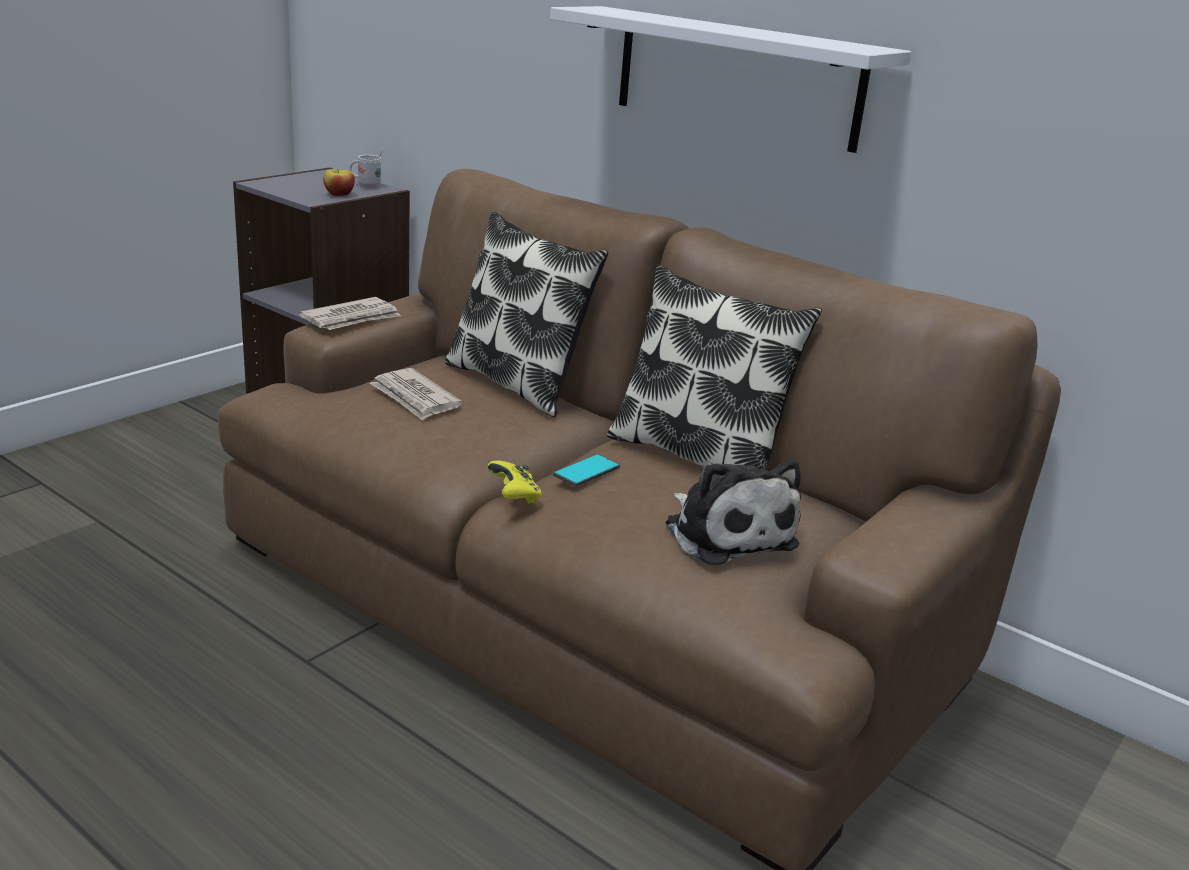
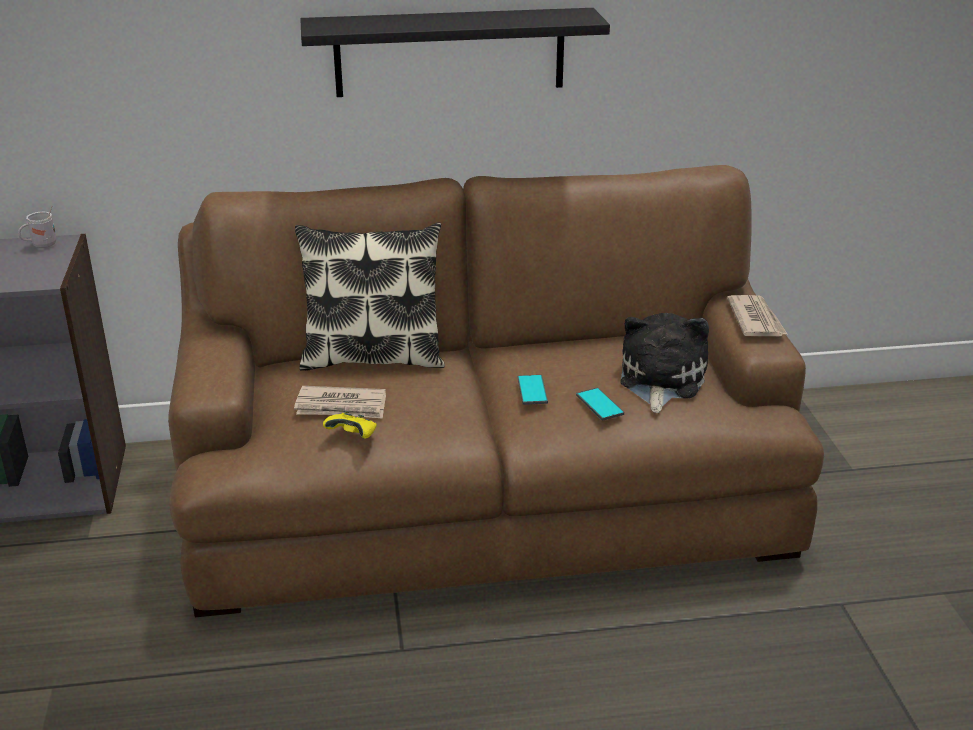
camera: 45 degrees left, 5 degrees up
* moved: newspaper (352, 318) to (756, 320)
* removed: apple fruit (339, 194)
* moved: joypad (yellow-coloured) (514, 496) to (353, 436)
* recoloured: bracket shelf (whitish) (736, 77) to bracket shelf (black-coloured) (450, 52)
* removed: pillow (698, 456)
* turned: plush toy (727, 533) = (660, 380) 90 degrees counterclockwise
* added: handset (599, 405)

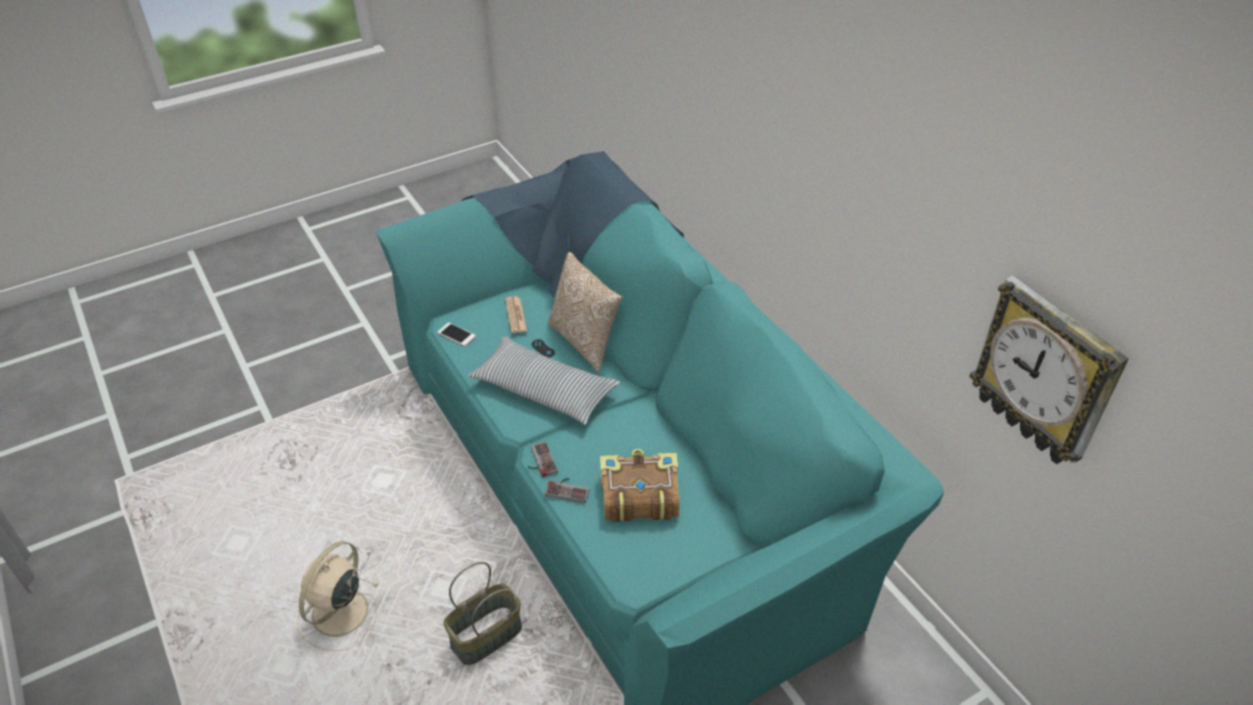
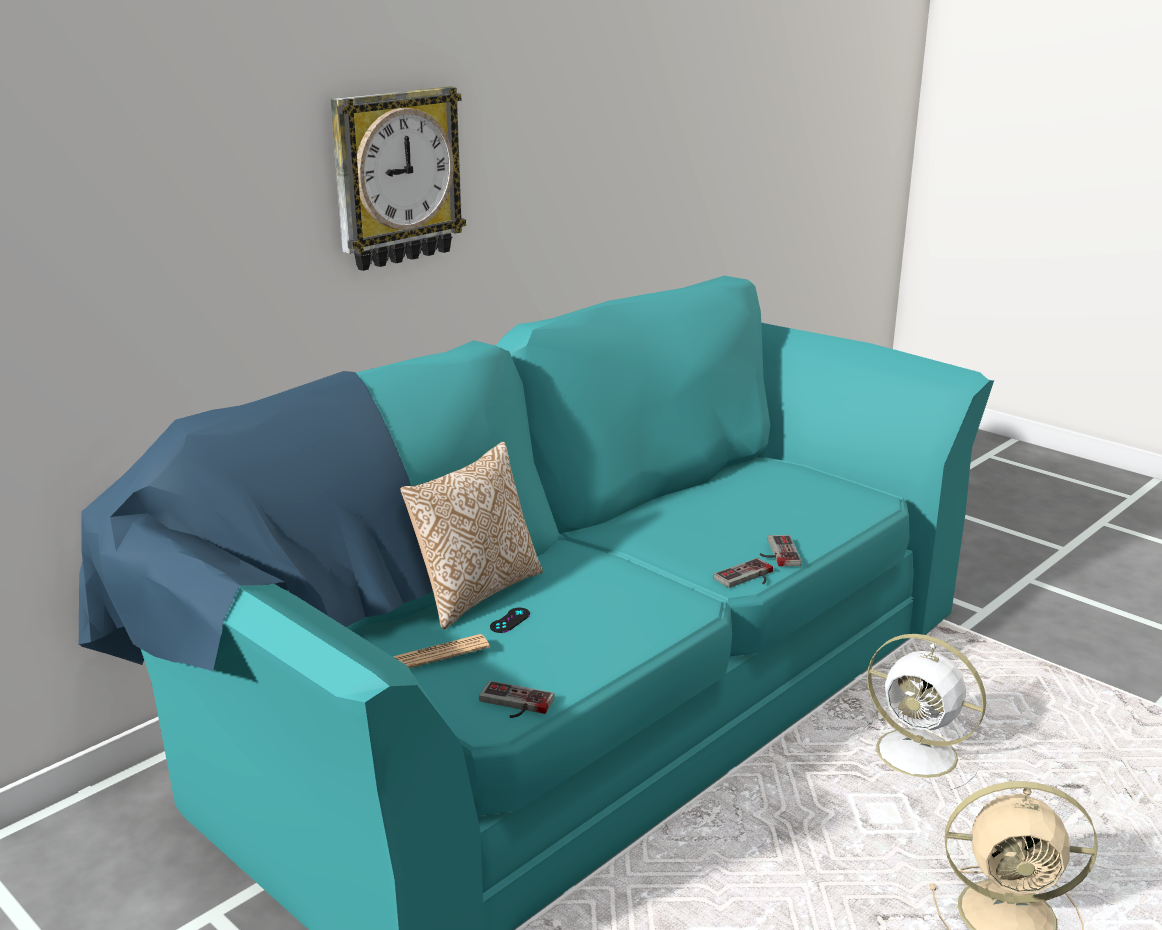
camera: 105 degrees left, 20 degrees down
* replaced: handset (456, 334) to joypad (513, 704)
* replaced: household basket (486, 637) to cooling fan (whitish) (920, 755)
* removed: pillow (544, 390)
* removed: book (638, 495)
* moved: clock on the wall (1045, 373) to (396, 177)

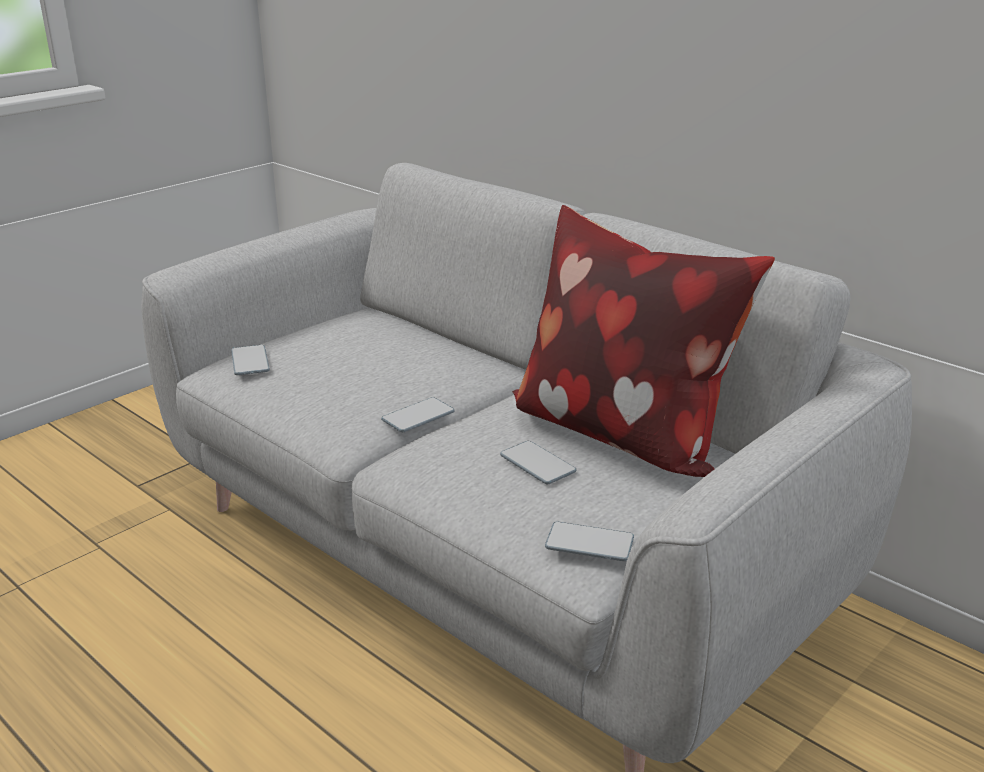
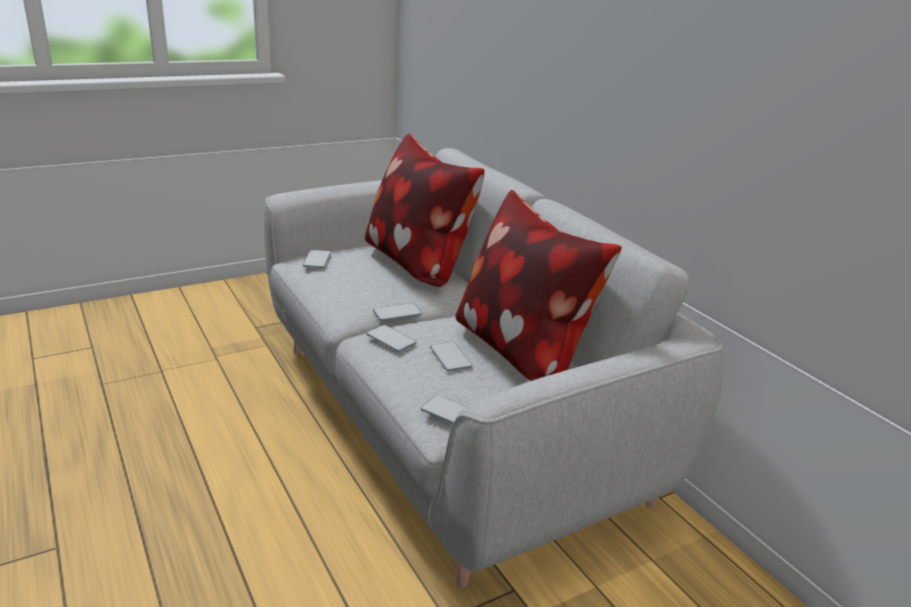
camera: 15 degrees right, 0 degrees up
* added: pillow (418, 263)
* added: handset (391, 339)

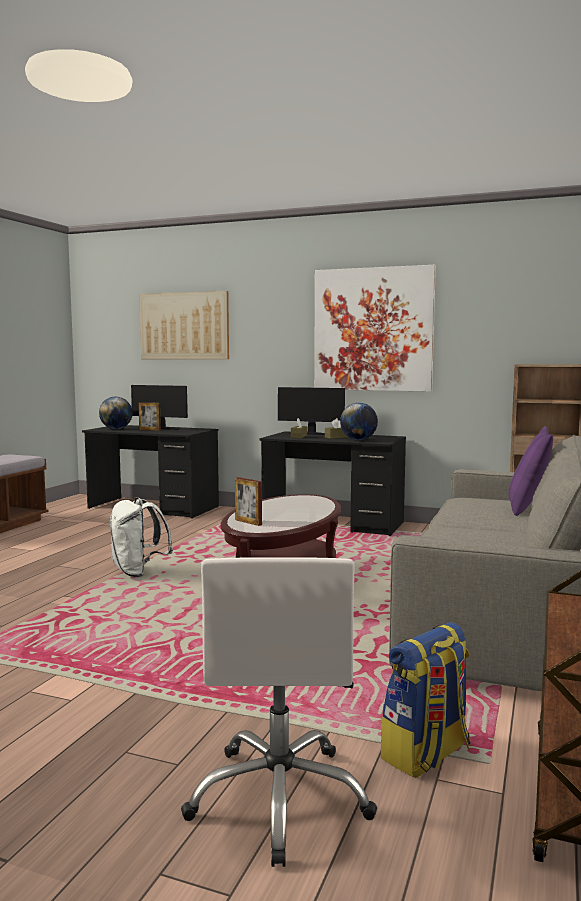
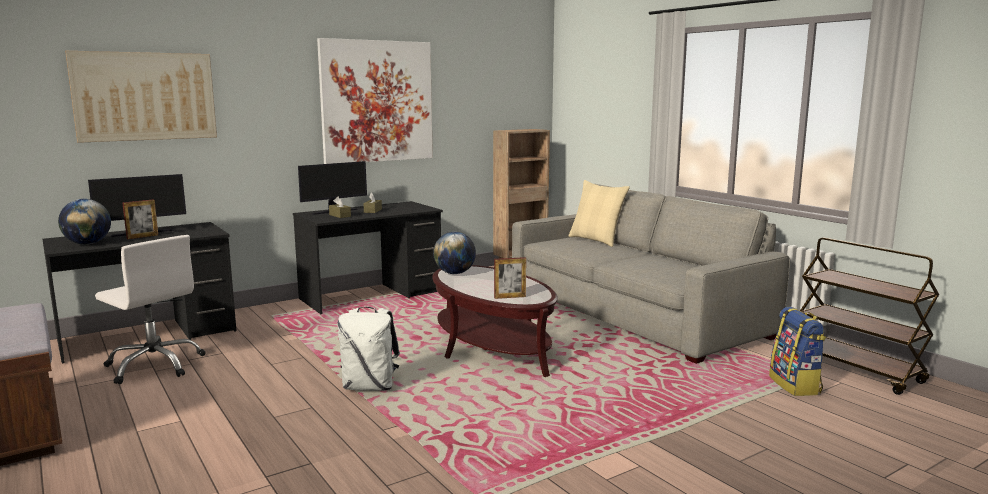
camera: 55 degrees left, 5 degrees up
* moved: desk chair (whitish) (280, 798) to (155, 365)
* moved: desk globe (358, 440) to (454, 273)
* recoloured: pillow (purple) (527, 507) to pillow (sand-coloured) (596, 240)

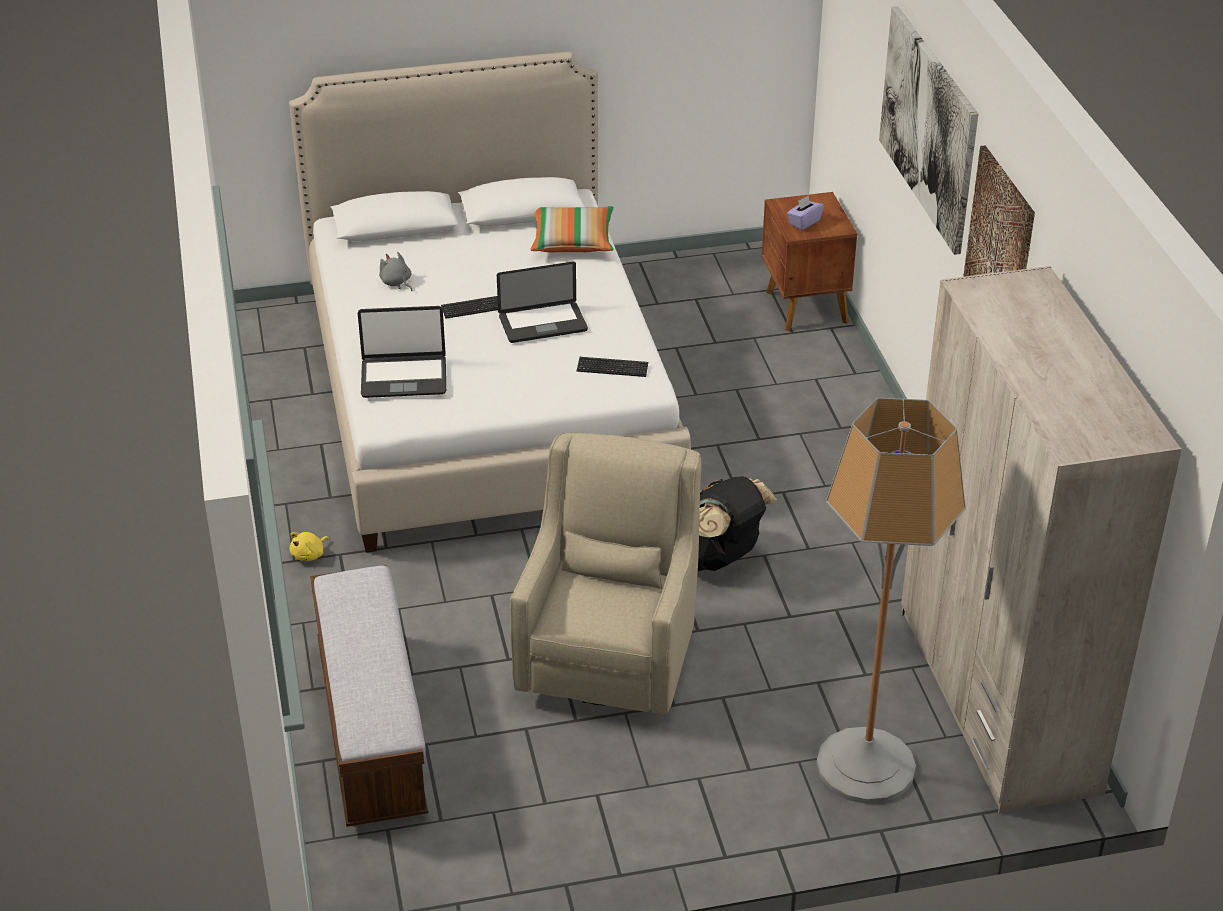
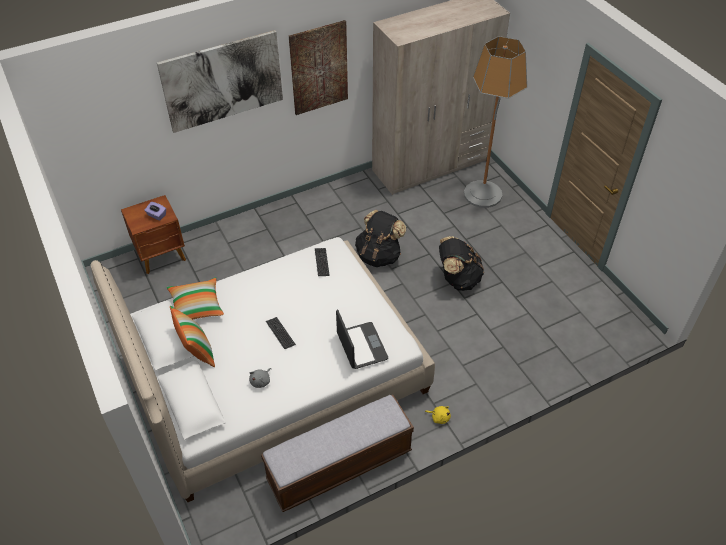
camera: 105 degrees left, 10 degrees up
* moved: bench (371, 728) to (339, 466)
* removed: notebook computer (543, 324)
* replaced: easy chair (sand-coloured) (610, 655) to backpack (black-coloured) (458, 279)
* added: pillow (196, 351)

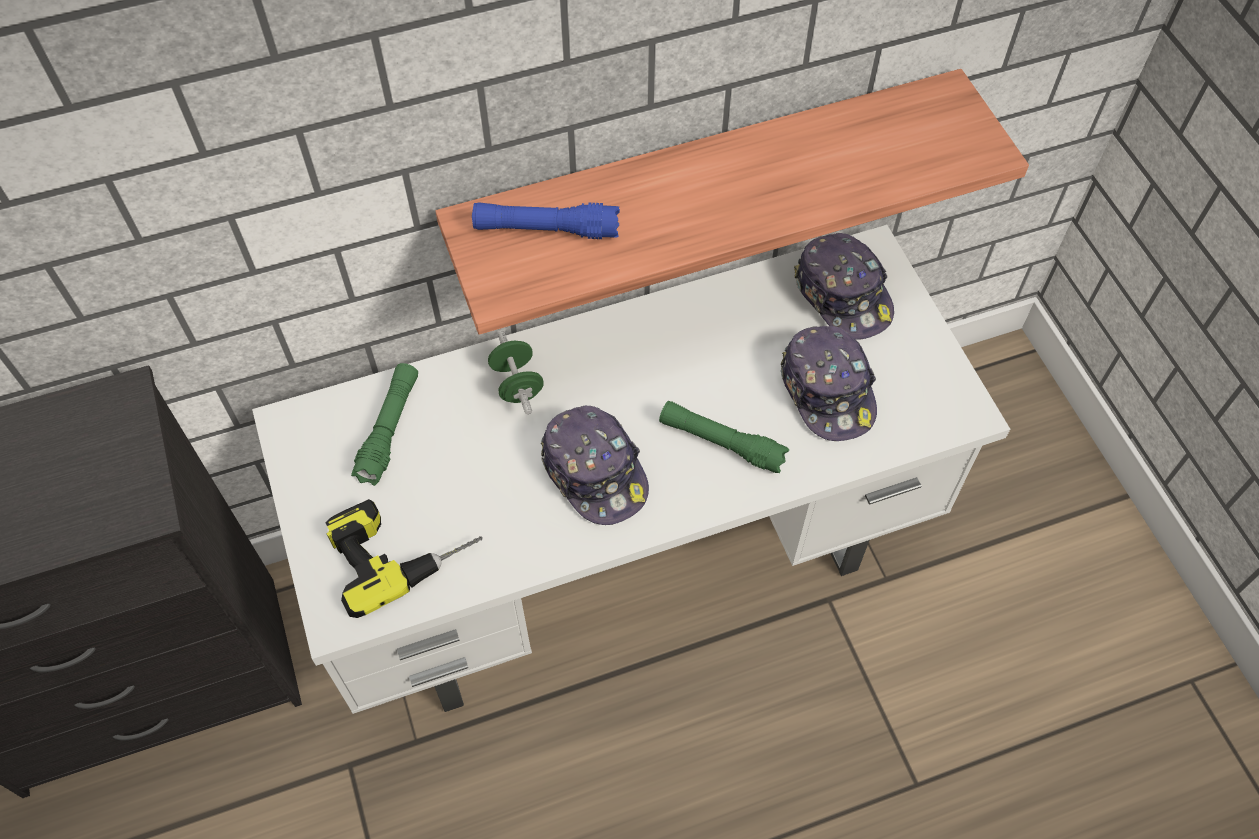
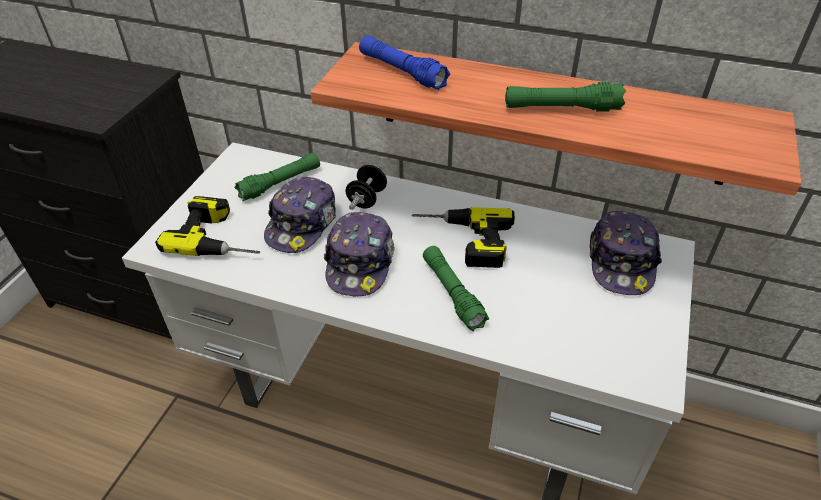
camera: 40 degrees right, 15 degrees down
* recoloured: dumbbell (green) (517, 384) to dumbbell (black-coloured) (367, 199)
* moved: peaked cap (828, 391) to (302, 224)
* added: electric drill (462, 241)
* added: flashlight (green) (561, 108)

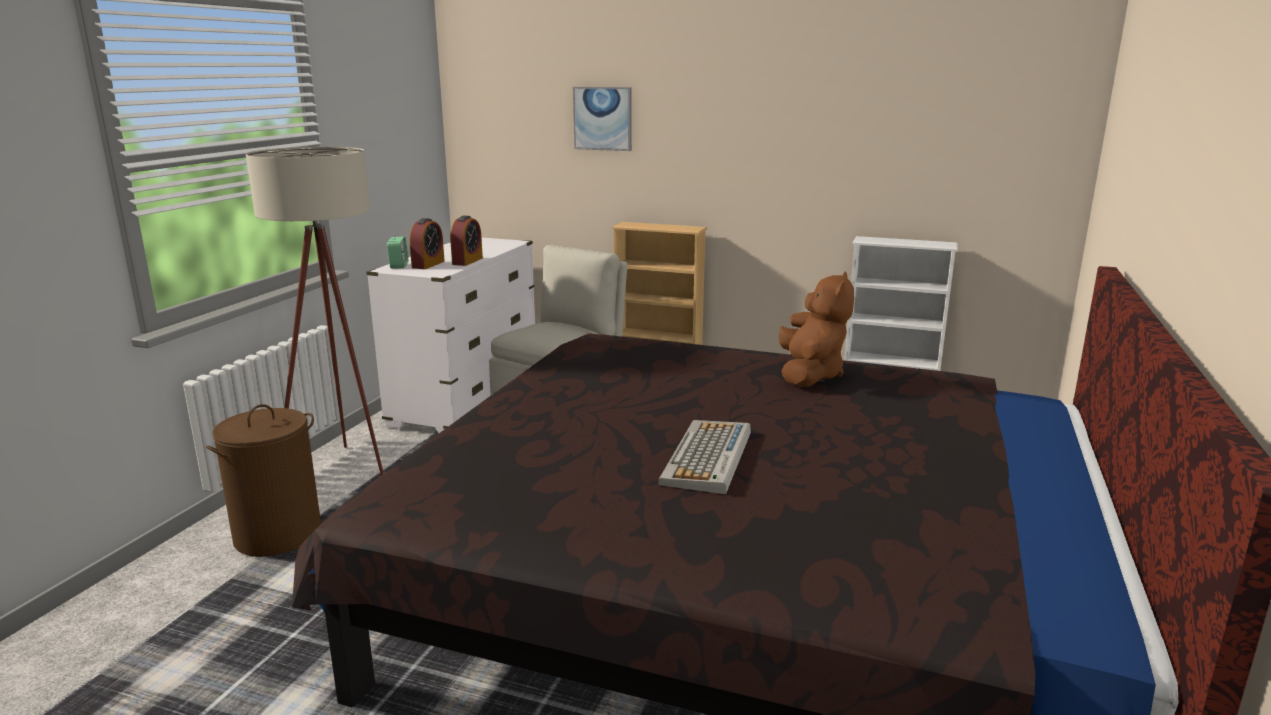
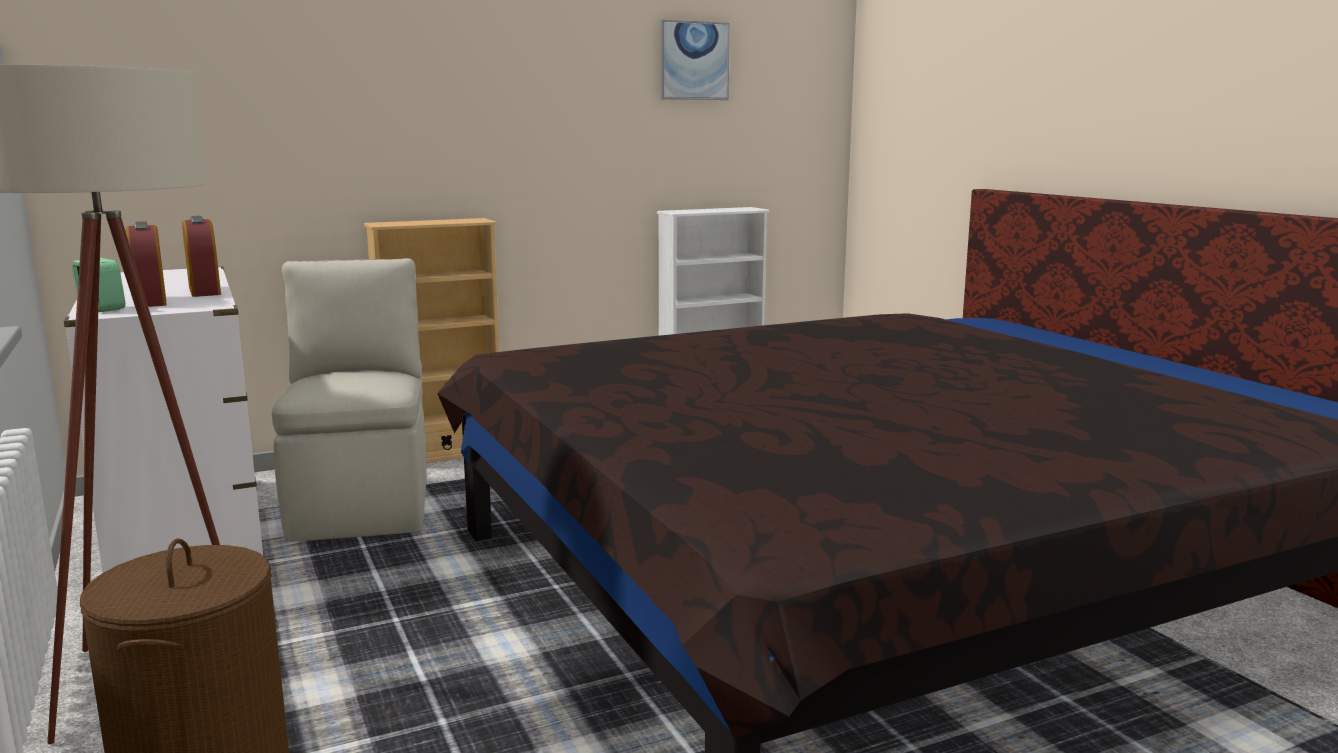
camera: 45 degrees left, 5 degrees down
* moved: wall art (603, 118) to (693, 61)
* removed: computer keyboard (708, 458)
* removed: plush toy (brownish) (810, 375)

